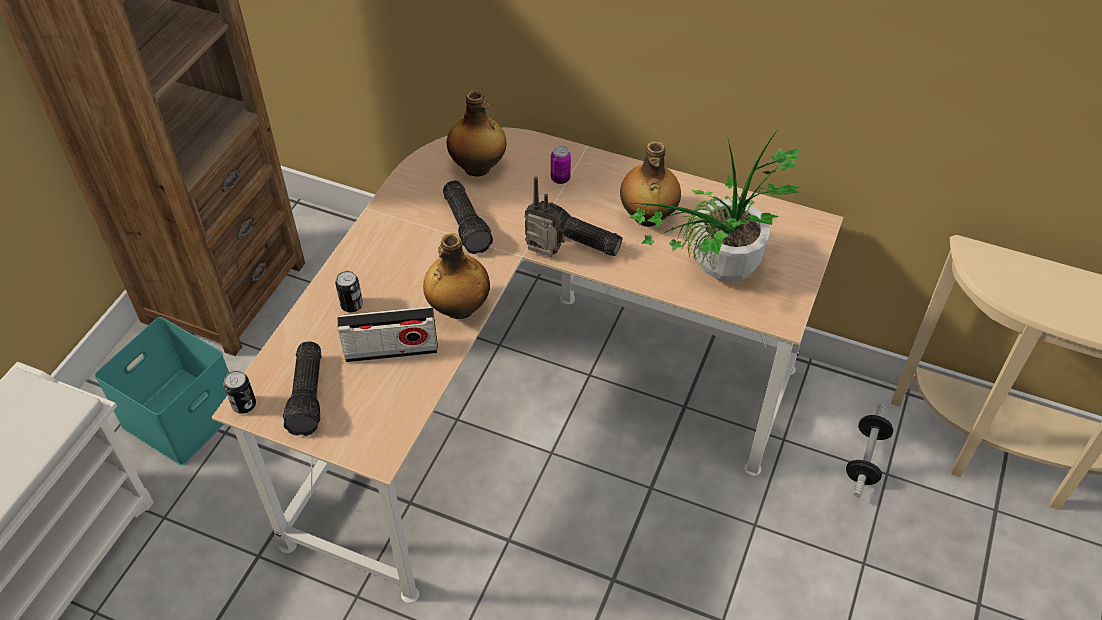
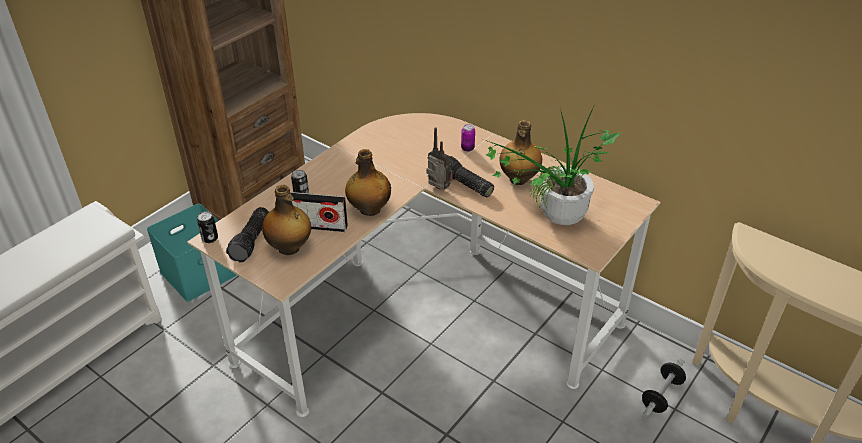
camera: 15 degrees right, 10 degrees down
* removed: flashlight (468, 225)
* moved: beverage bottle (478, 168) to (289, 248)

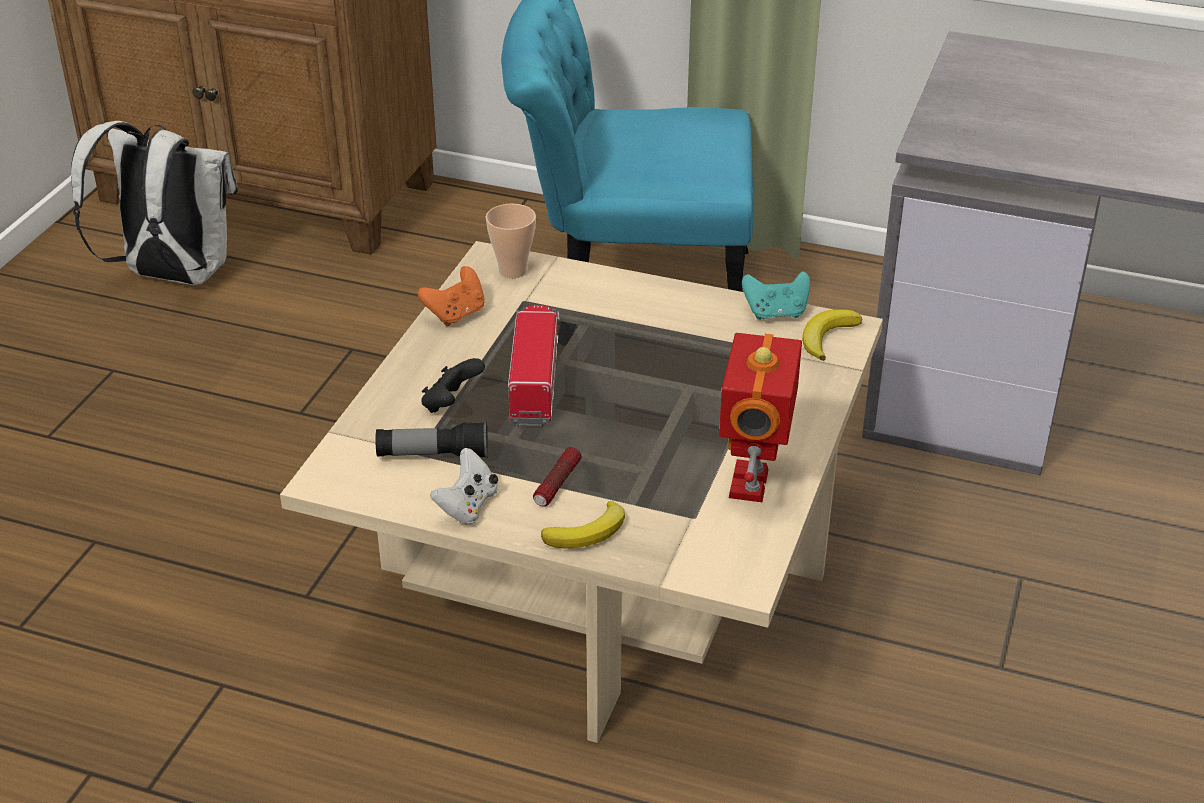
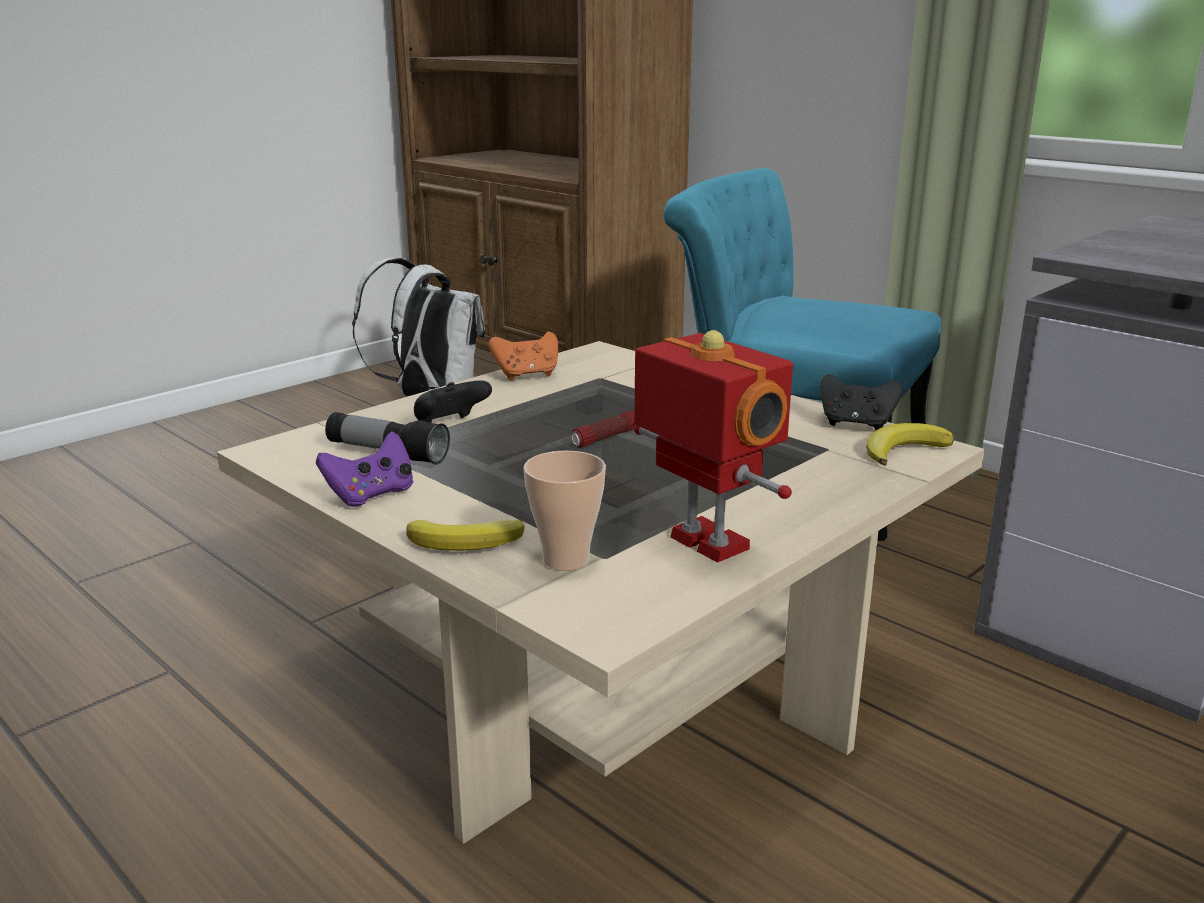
camera: 25 degrees right, 15 degrees down
* recoloured: joypad (whitish) (467, 506) to joypad (purple) (371, 494)
* moved: drinking cup (512, 270) to (566, 560)
* removed: toy truck (535, 374)
* moved: flashlight (557, 484) to (607, 438)
* turned: robot figure (753, 484) = (705, 544) 105 degrees clockwise
* recoloured: joypad (turquoise-coloured) (775, 313) to joypad (black-coloured) (856, 424)

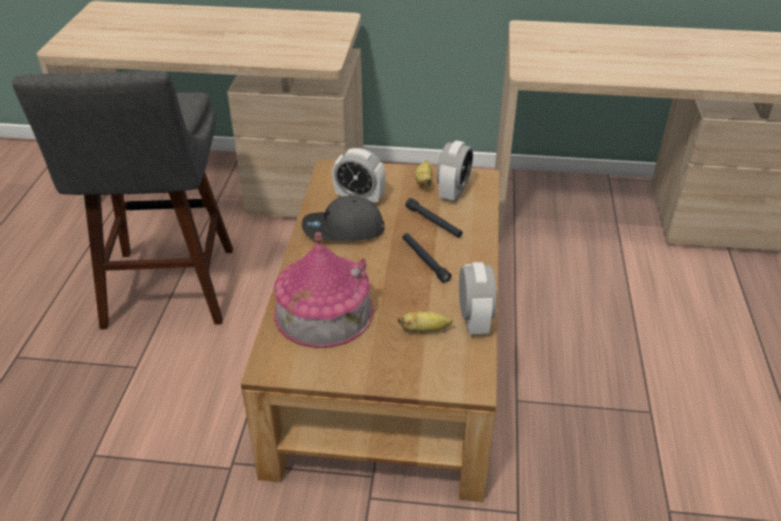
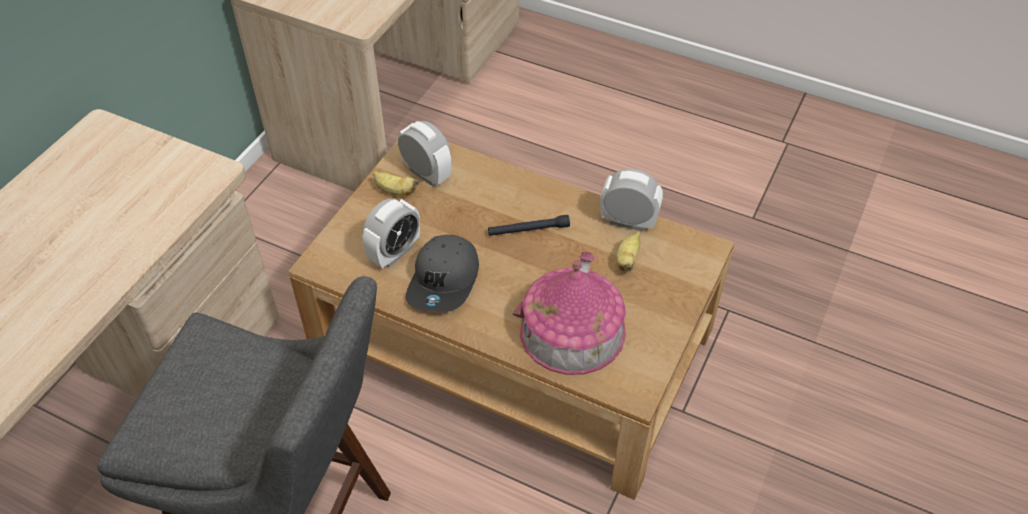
camera: 70 degrees left, 10 degrees up
* removed: flashlight (black-coloured) (433, 222)

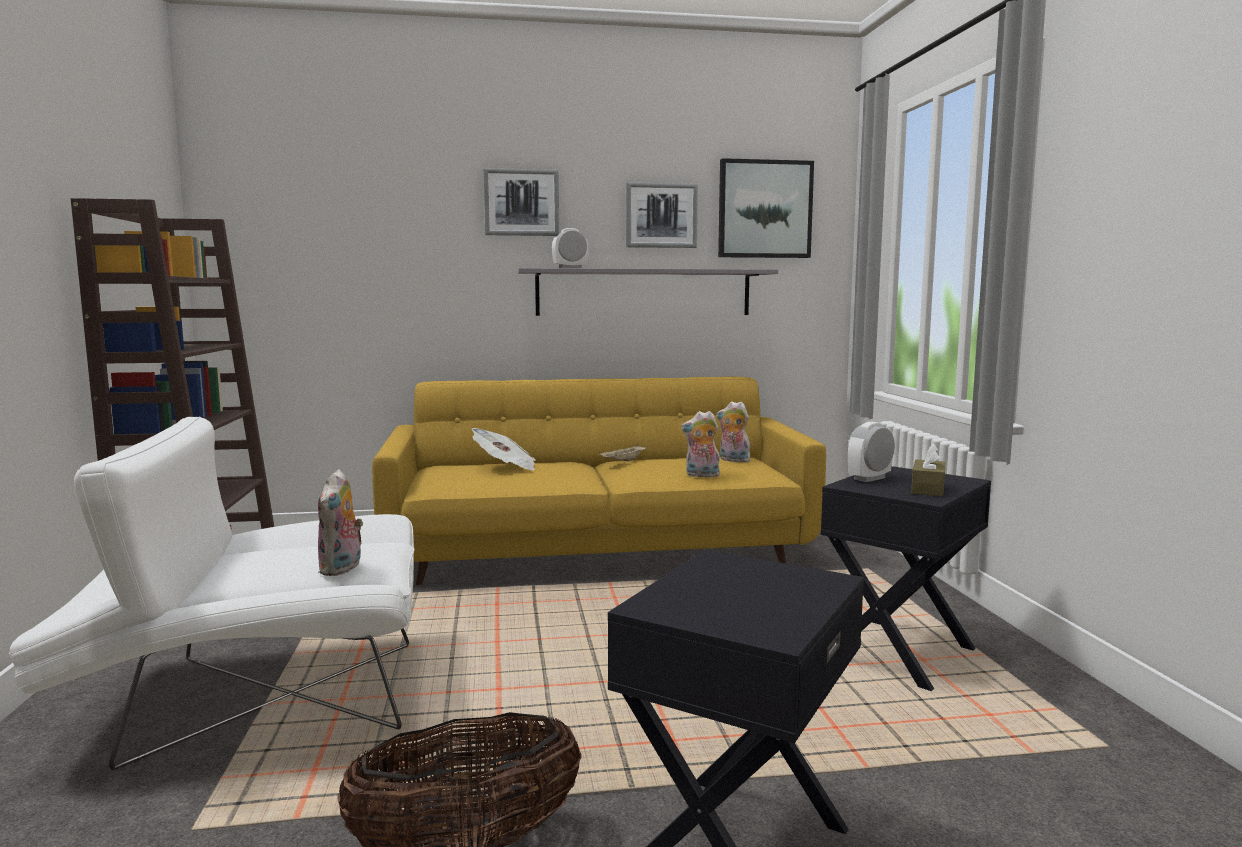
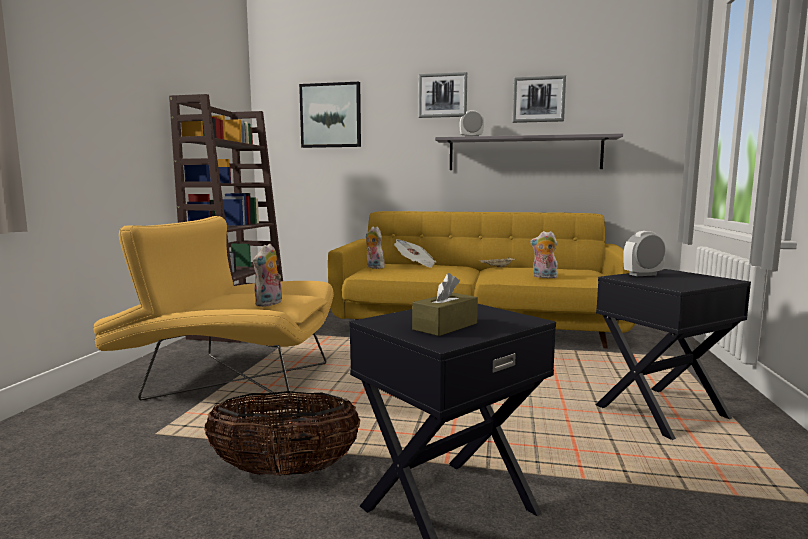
camera: 20 degrees right, 0 degrees up
* recoloured: easy chair (whitish) (255, 699) to easy chair (yellow-coloured) (228, 378)
* moved: plush toy (733, 460) to (373, 267)
* moved: wall art (764, 209) to (331, 115)
* moved: tissue holder (brownish) (928, 489) to (445, 326)

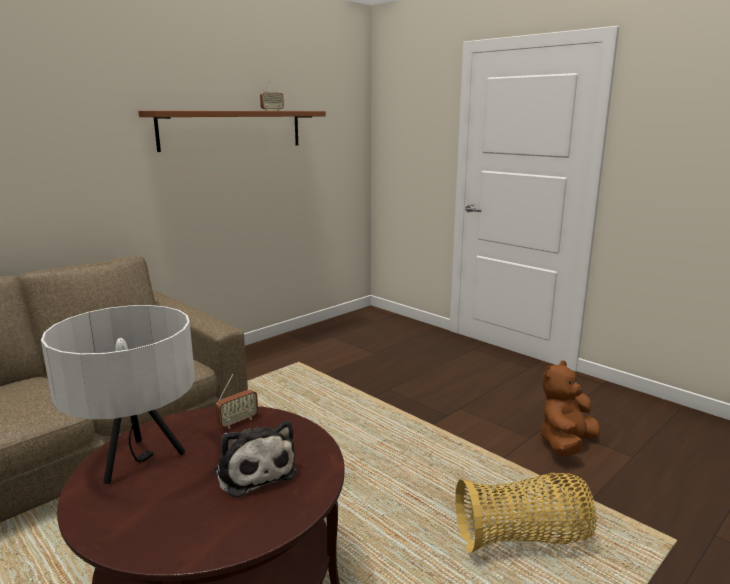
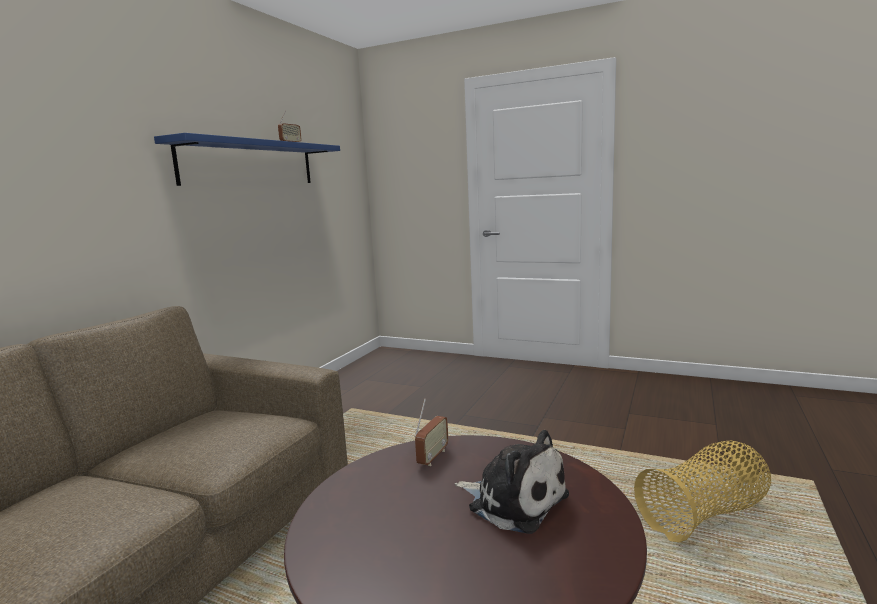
camera: 20 degrees left, 5 degrees down
* removed: lamp for a table (whitish) (137, 463)
* recoloured: bracket shelf (brownish) (232, 129) to bracket shelf (blue) (250, 163)
* removed: plush toy (brownish) (566, 444)

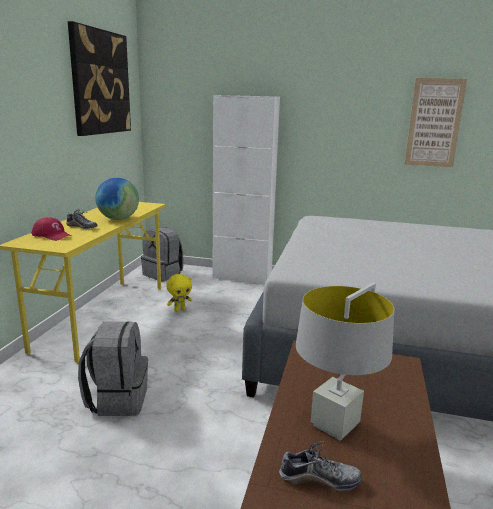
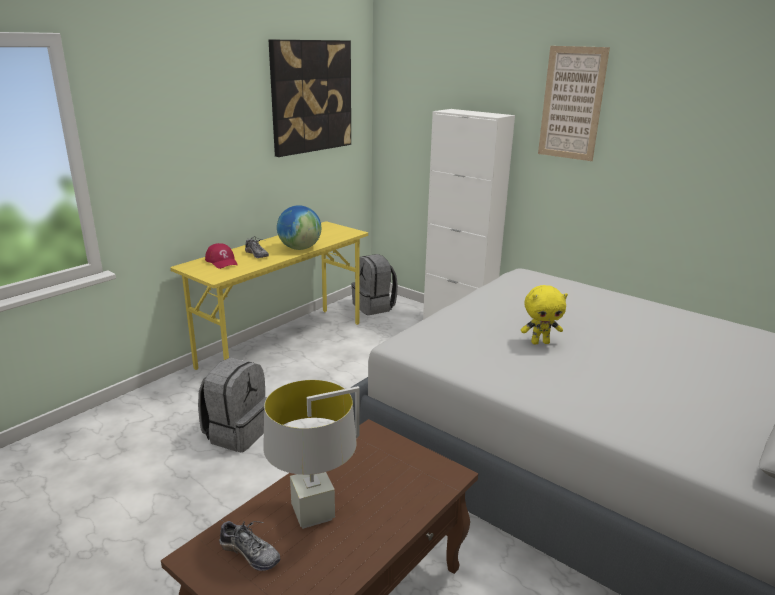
camera: 25 degrees right, 5 degrees up
* moved: plush toy (yellow-coloured) (179, 310) to (540, 342)
* moved: wall art (434, 123) to (572, 103)

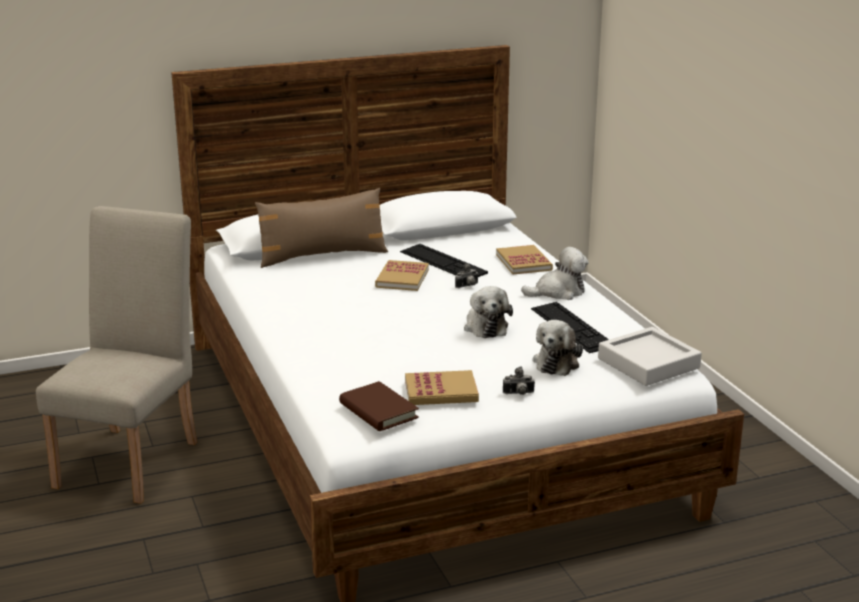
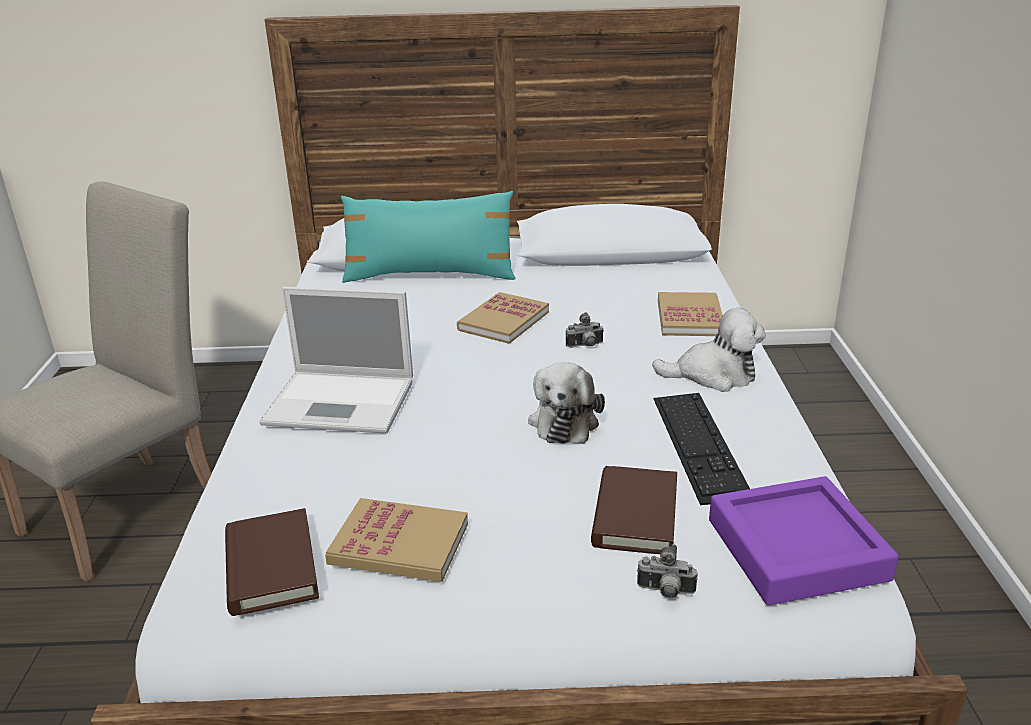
camera: 20 degrees right, 5 degrees up
* recoloured: pillow (brownish) (322, 256) to pillow (turquoise-coloured) (430, 275)
* removed: computer keyboard (443, 262)
* moved: photo camera (519, 394) to (665, 592)
* replaced: plush toy (557, 362) to book (brownish) (635, 515)
* recoloured: serving tray (gray) (648, 363) to serving tray (purple) (796, 549)
* added: notebook computer (343, 402)

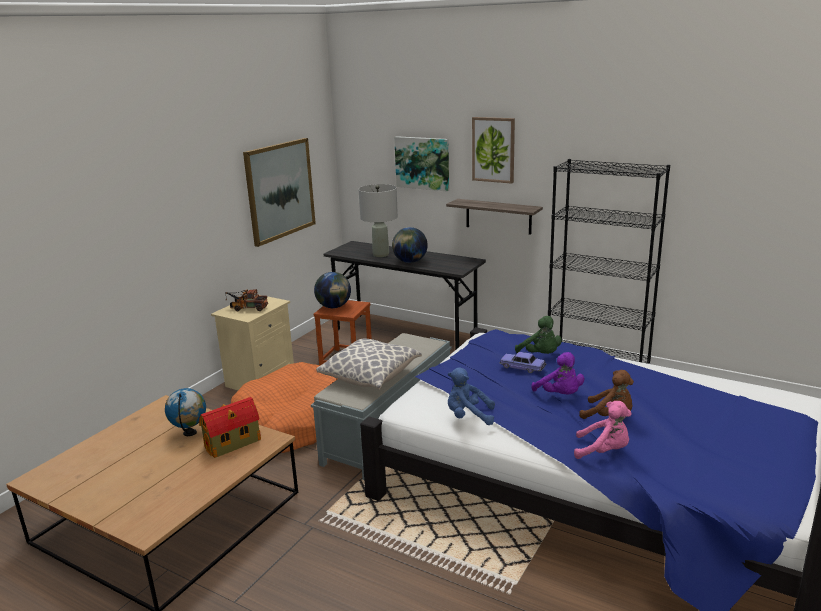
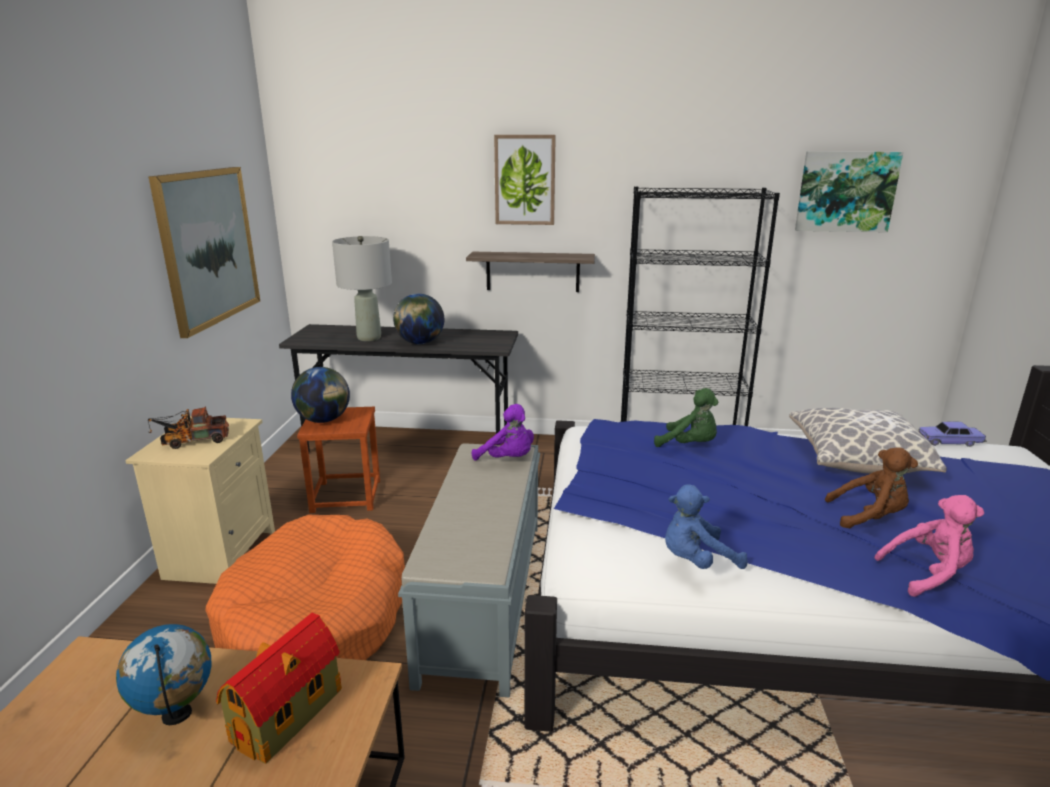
camera: 25 degrees left, 0 degrees up
* moved: pillow (370, 377) to (856, 461)
* moved: wall art (422, 163) to (846, 191)
* moved: miniature car (522, 367) to (949, 441)
* moved: plush toy (purple) (560, 395) to (508, 459)

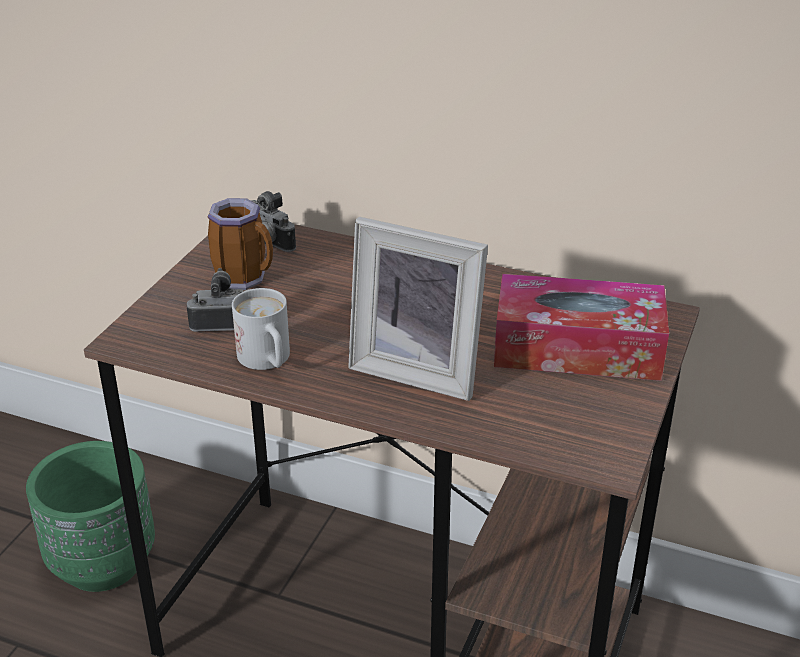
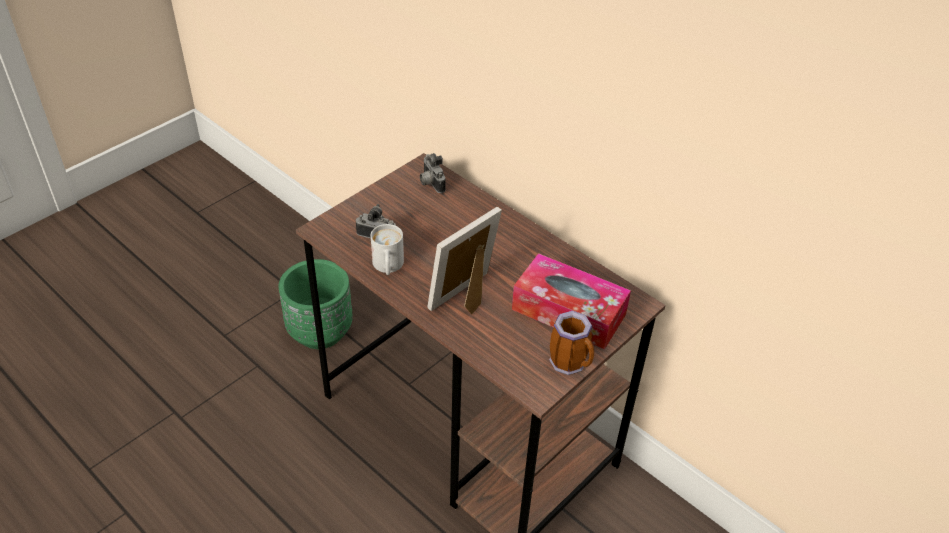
camera: 20 degrees right, 10 degrees up
* moved: tea mug (246, 278) to (571, 363)
* turned: photo frame (419, 369) = (468, 298) 90 degrees clockwise

